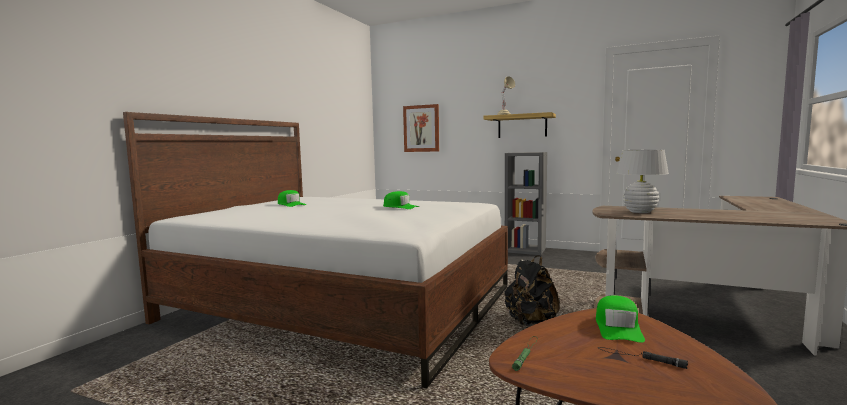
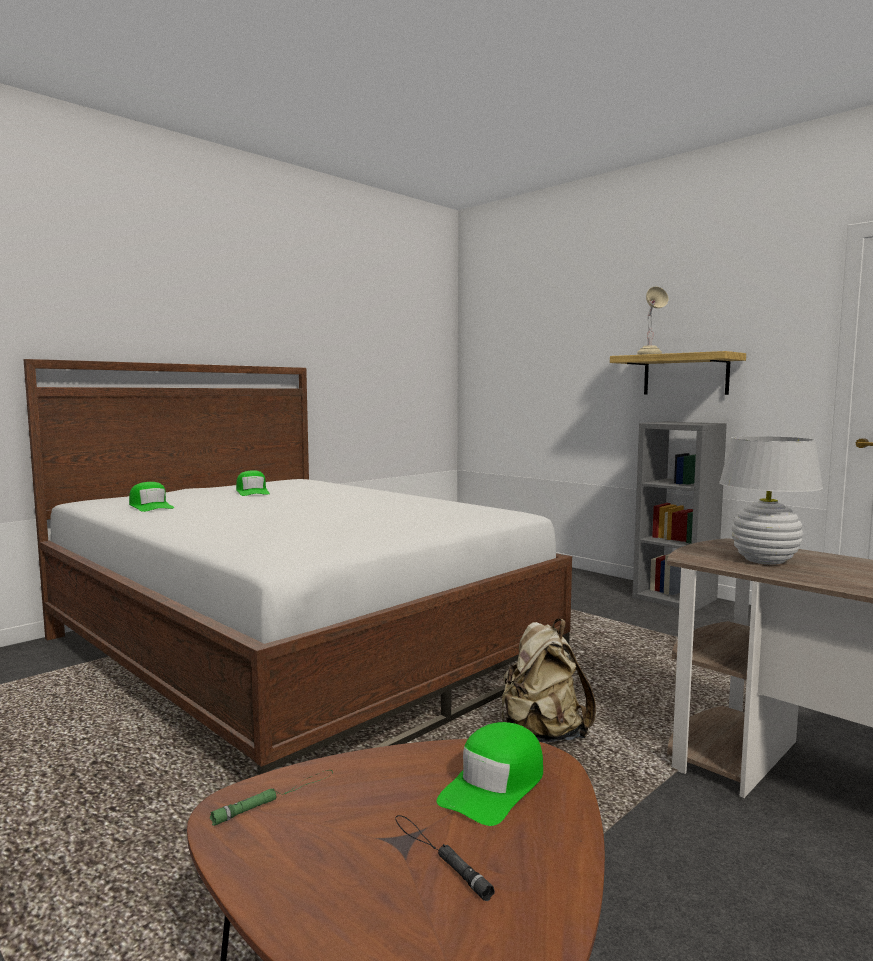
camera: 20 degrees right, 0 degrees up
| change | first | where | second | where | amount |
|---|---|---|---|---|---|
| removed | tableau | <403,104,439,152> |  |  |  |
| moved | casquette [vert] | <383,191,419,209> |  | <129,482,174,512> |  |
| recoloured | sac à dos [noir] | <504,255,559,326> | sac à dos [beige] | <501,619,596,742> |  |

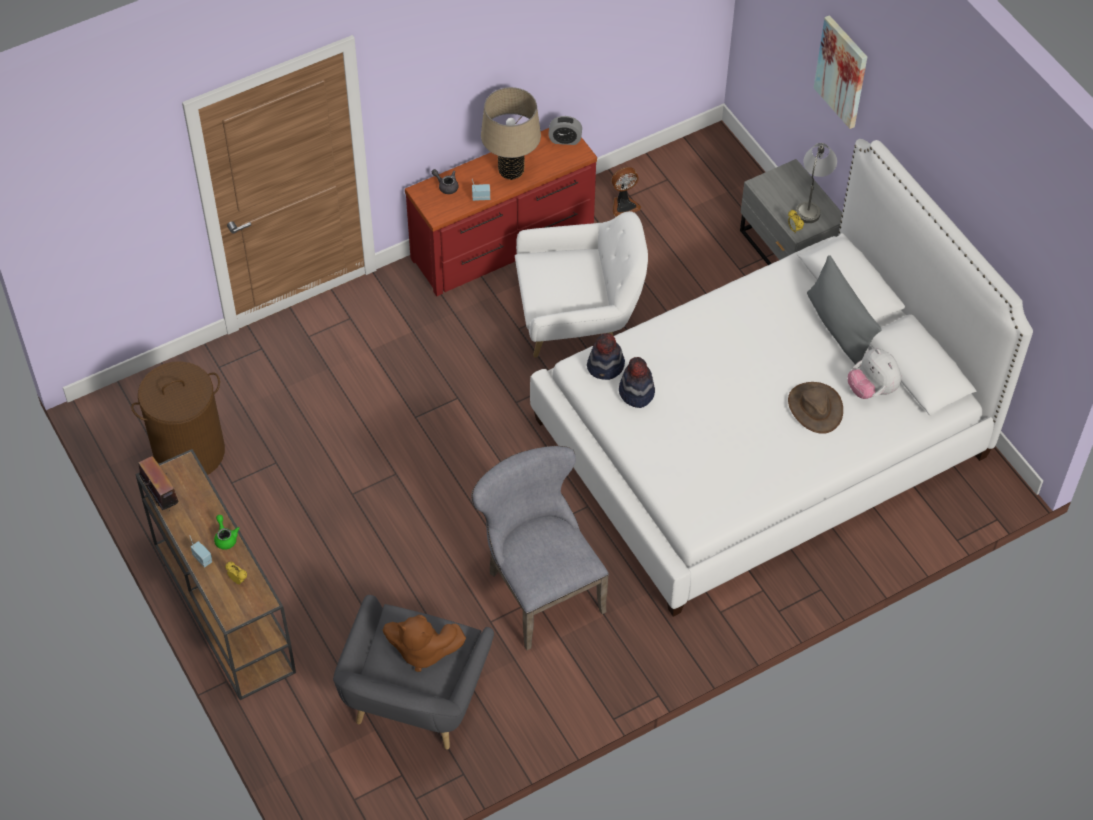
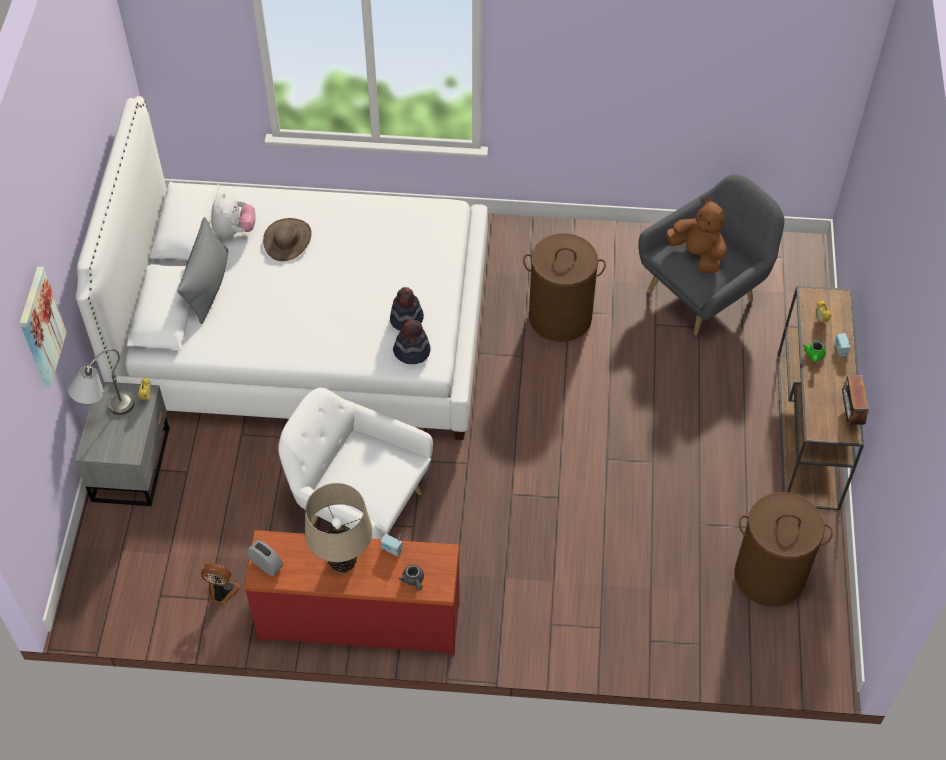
camera: 145 degrees left, 0 degrees up
| change | first | where | second | where | amount |
|---|---|---|---|---|---|
| replaced | chaise [gris] | <471,446,609,650> | panier à linge [marron] | <523,233,606,342> |  |

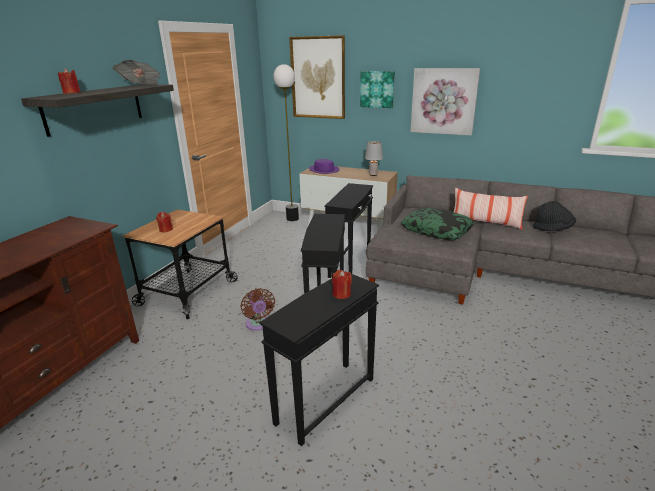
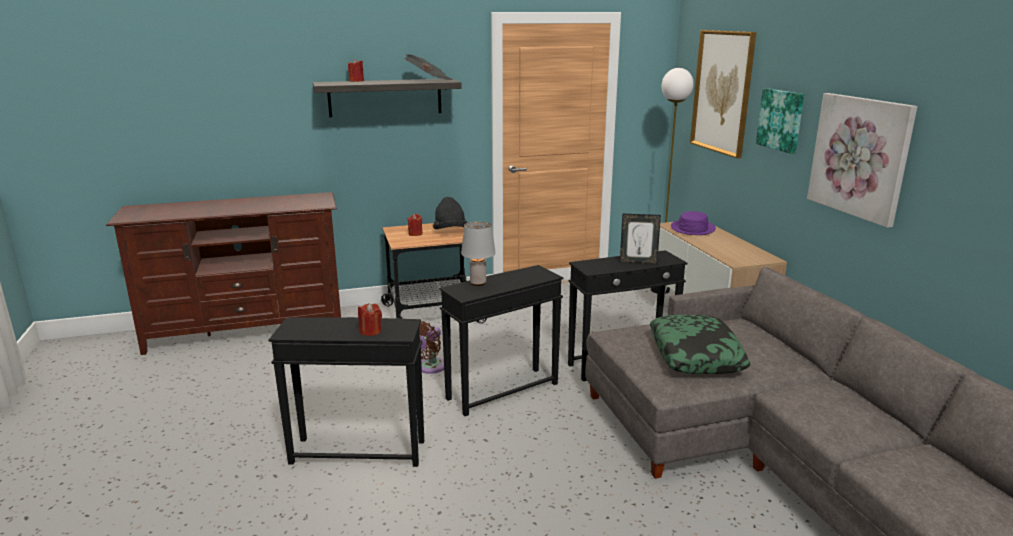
camera: 50 degrees right, 5 degrees down
| change | first | where | second | where | amount |
|---|---|---|---|---|---|
| removed | coussin | <454,188,528,230> |  |  |  |
| added |  |  | cadre photo | <620,214,661,265> |  |
| moved | lampe de table [gris] | <365,141,383,176> |  | <461,221,496,286> |  |
| moved | chapeau [noir] | <533,201,576,231> |  | <433,197,468,229> |  |

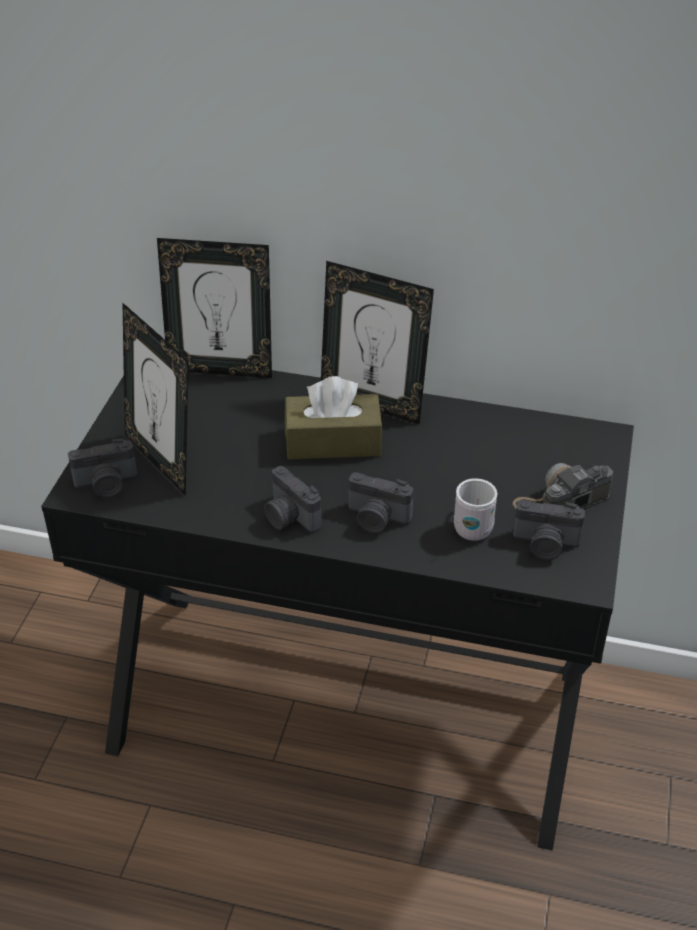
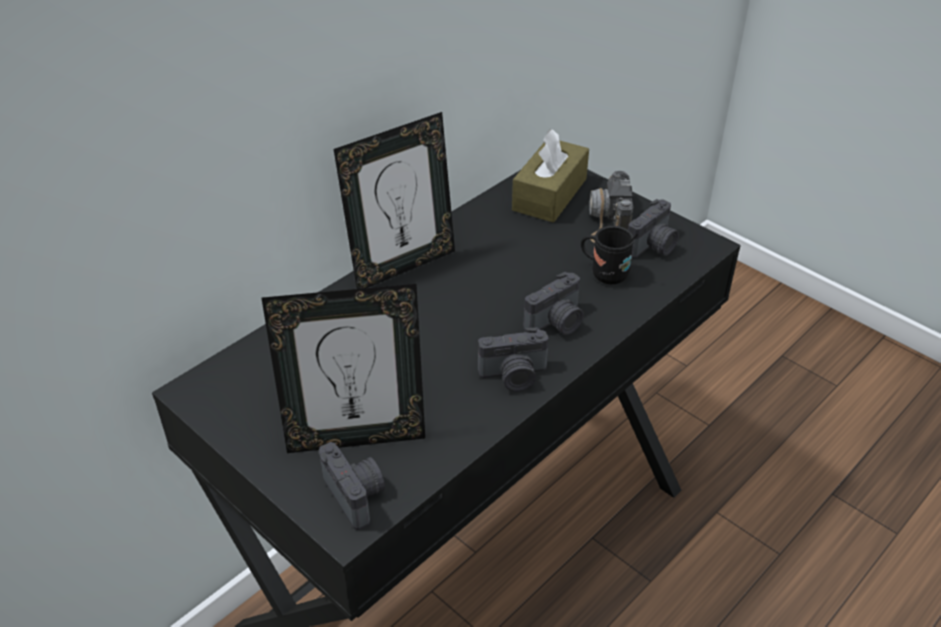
camera: 60 degrees left, 0 degrees up
| change | first | where | second | where | amount |
|---|---|---|---|---|---|
| removed | cadre photo | <157,238,272,378> |  |  |  |
| moved | boîte à mouchoirs [marron] | <285,376,383,459> |  | <512,129,589,223> |  |
| recoloured | mug [blanc] | <454,478,497,541> | mug [noir] | <581,226,638,284> |  |
| turned | appareil photo | <68,438,137,498> |  | <319,442,385,530> | 45 degrees counterclockwise |

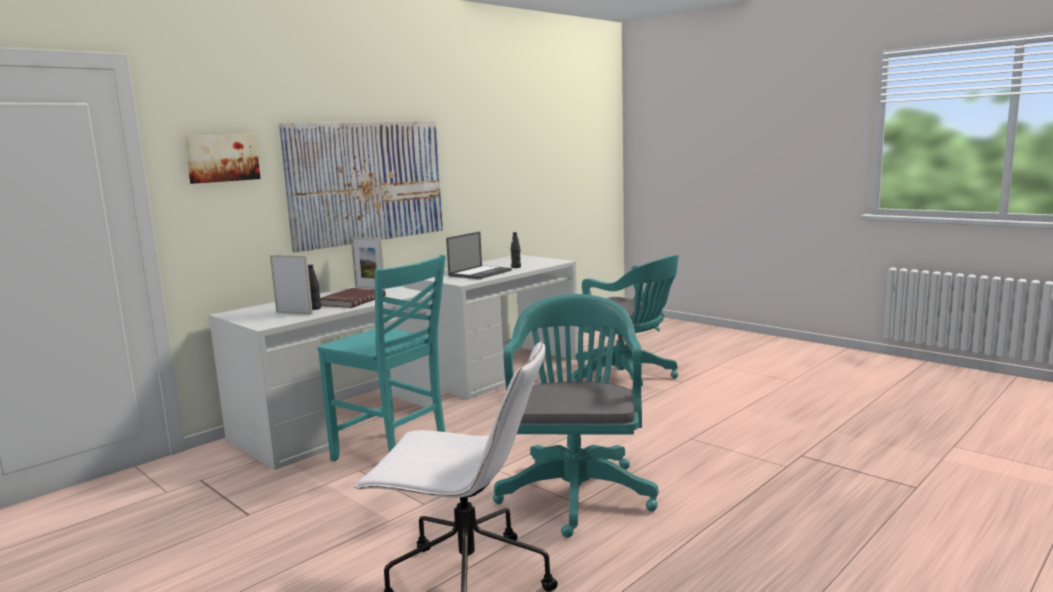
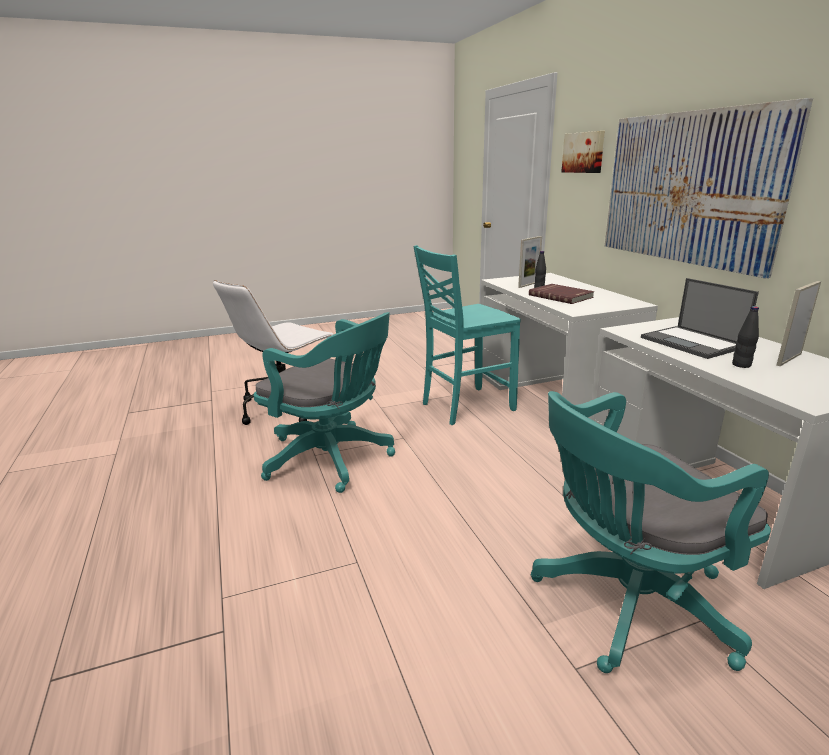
camera: 115 degrees right, 10 degrees up
| change | first | where | second | where | amount |
|---|---|---|---|---|---|
| moved | cadre photo | <351,237,384,289> |  | <776,281,821,366> |  |

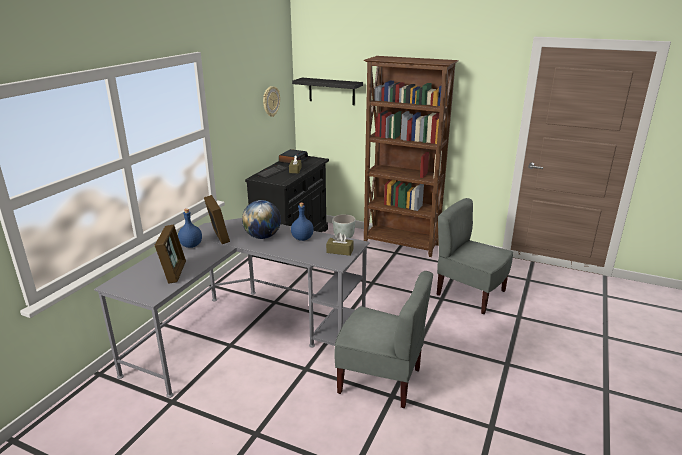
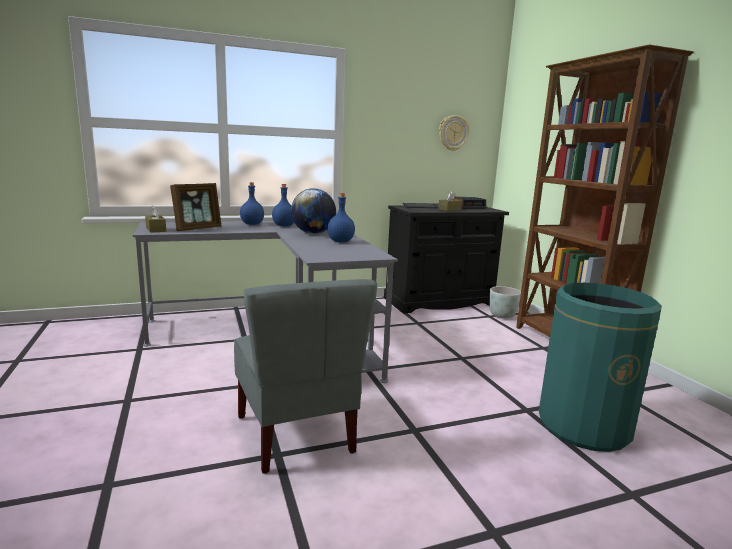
camera: 45 degrees right, 10 degrees down
| change | first | where | second | where | amount |
|---|---|---|---|---|---|
| removed | étagère [noir] | <292,78,363,105> |  |  |  |
| moved | boîte à mouchoirs [marron] | <326,233,353,256> |  | <145,206,166,233> |  |
| replaced | cadre photo | <204,195,230,244> | bouteille [bleu] | <272,184,294,227> |  |
| replaced | chaise [gris] | <436,198,513,314> | poubelle [vert] | <539,283,662,452> |  |

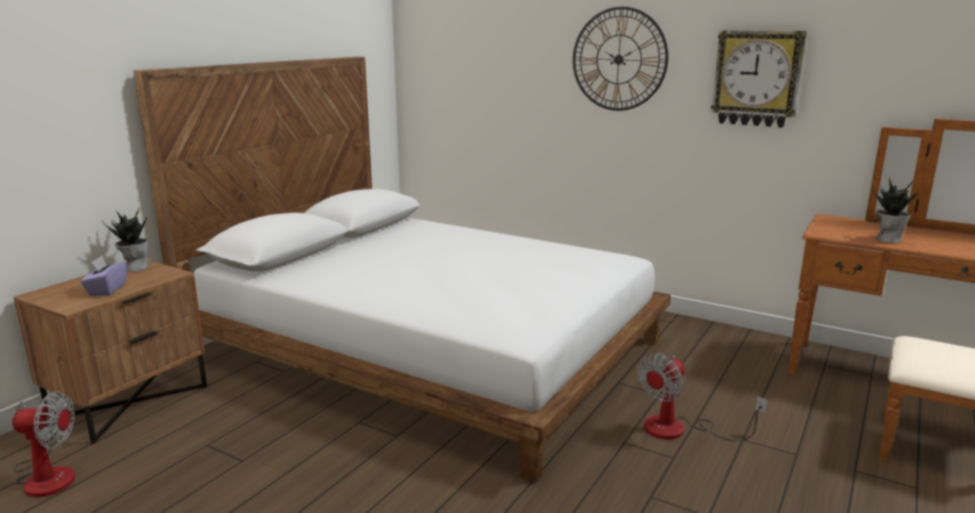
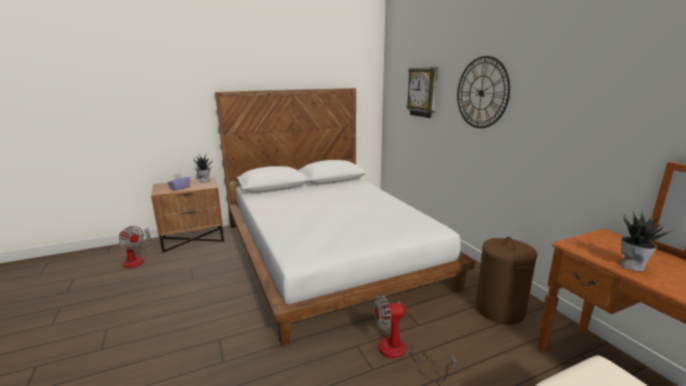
camera: 35 degrees right, 0 degrees up
| change | first | where | second | where | amount |
|---|---|---|---|---|---|
| added |  |  | panier à linge [marron] | <475,237,537,325> |  |
| moved | horloge murale | <711,30,807,128> |  | <406,68,438,118> |  |

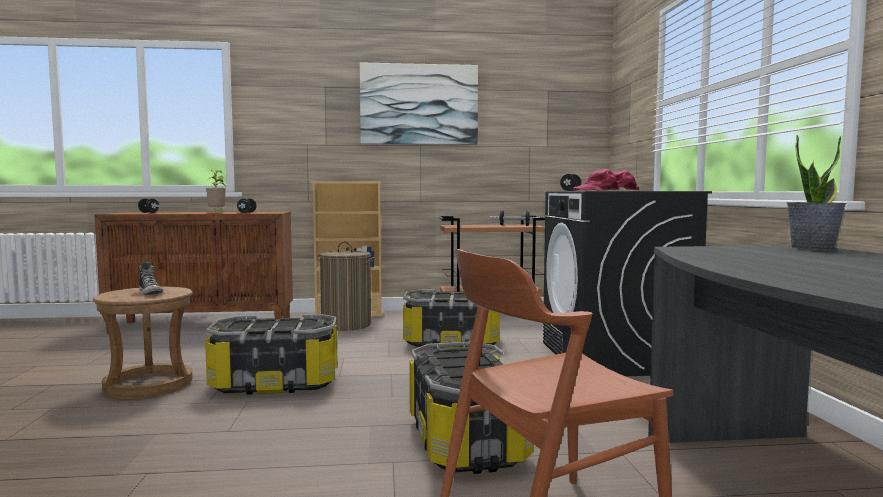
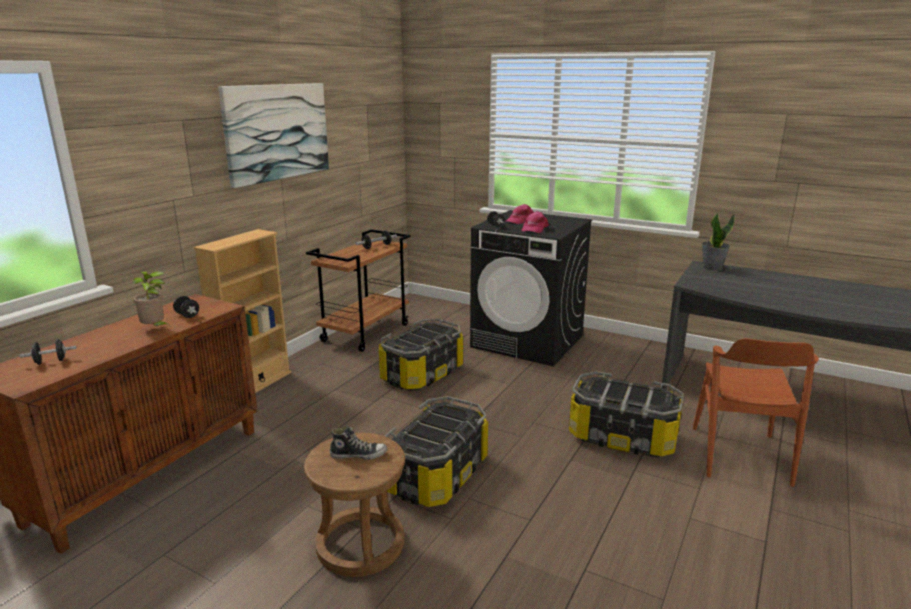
camera: 55 degrees left, 15 degrees up
| change | first | where | second | where | amount |
|---|---|---|---|---|---|
| removed | panier à linge | <317,242,375,331> |  |  |  |

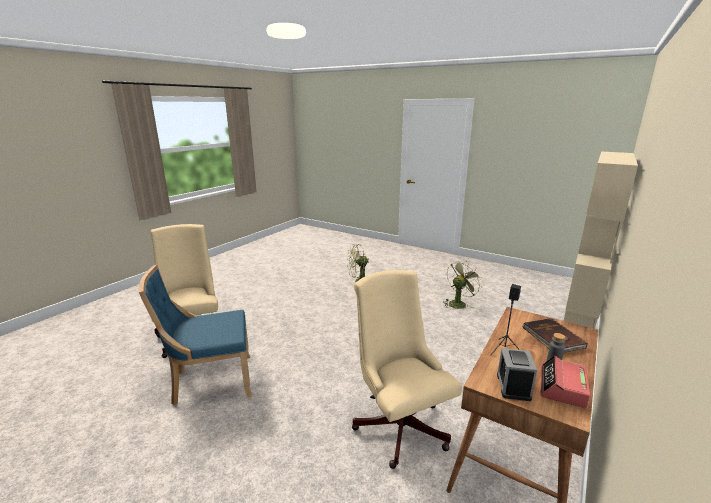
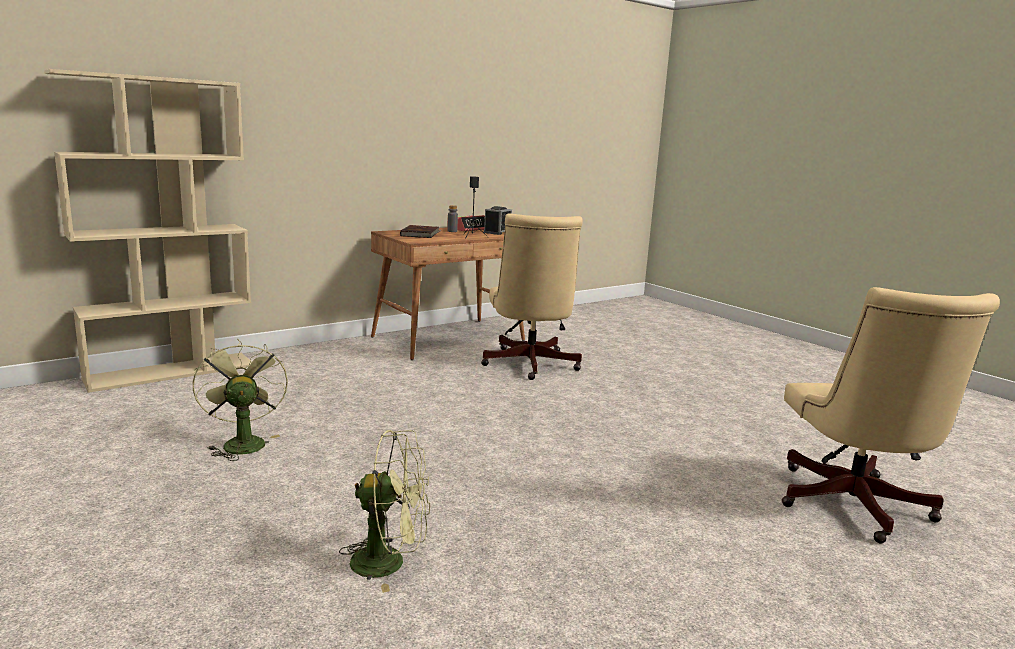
camera: 160 degrees left, 5 degrees down
| change | first | where | second | where | amount |
|---|---|---|---|---|---|
| removed | chaise [bleu] | <139,265,252,406> |  |  |  |
| turned | ventilateur [vert] | <443,261,482,309> |  | <193,339,288,461> | 90 degrees clockwise |

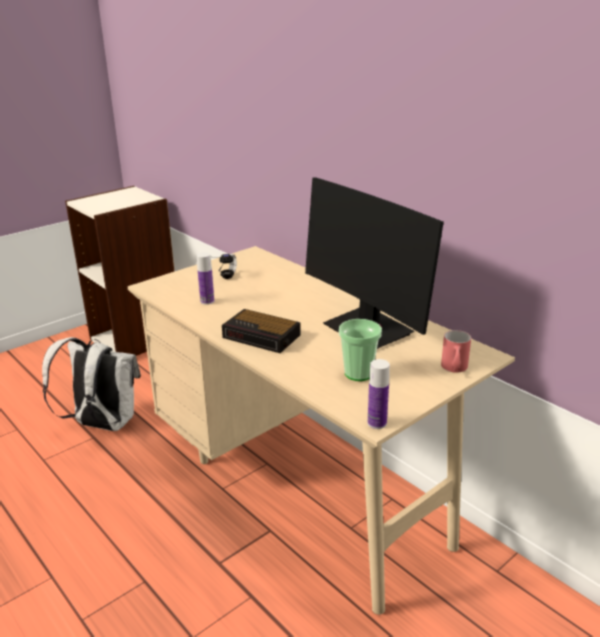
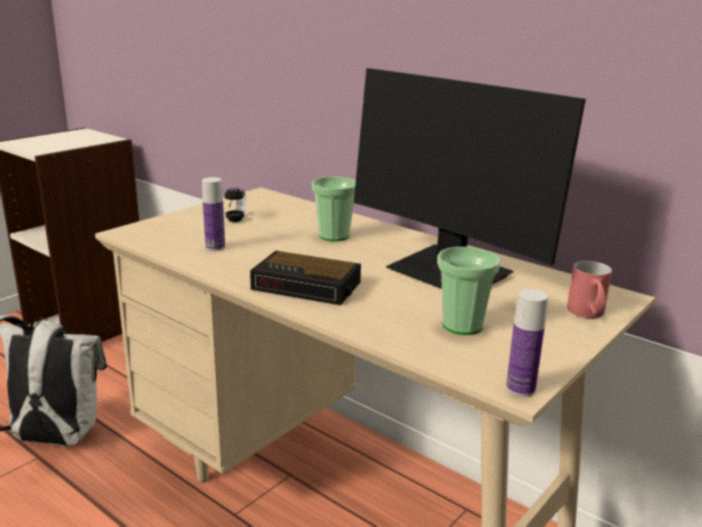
camera: 10 degrees left, 5 degrees down
| change | first | where | second | where | amount |
|---|---|---|---|---|---|
| added |  |  | tasse | <312,177,356,241> |  |

